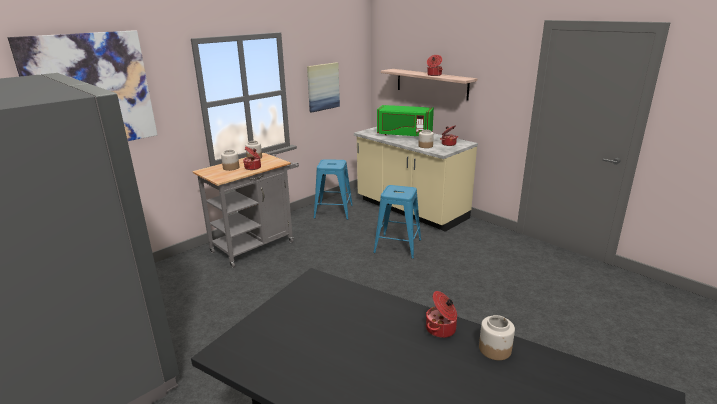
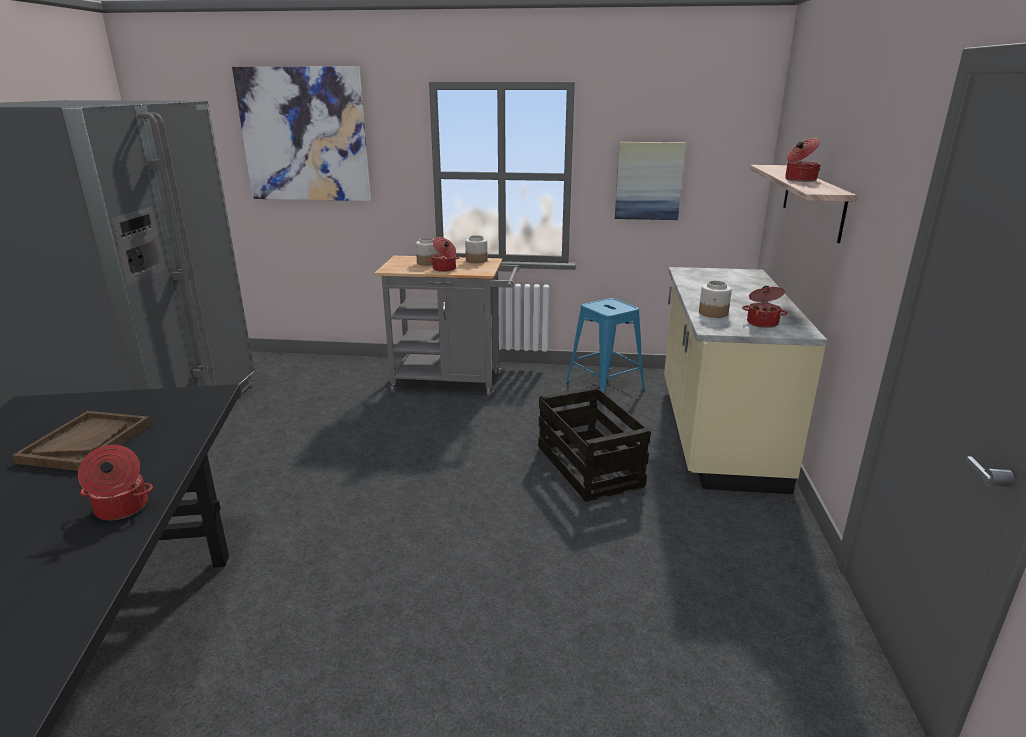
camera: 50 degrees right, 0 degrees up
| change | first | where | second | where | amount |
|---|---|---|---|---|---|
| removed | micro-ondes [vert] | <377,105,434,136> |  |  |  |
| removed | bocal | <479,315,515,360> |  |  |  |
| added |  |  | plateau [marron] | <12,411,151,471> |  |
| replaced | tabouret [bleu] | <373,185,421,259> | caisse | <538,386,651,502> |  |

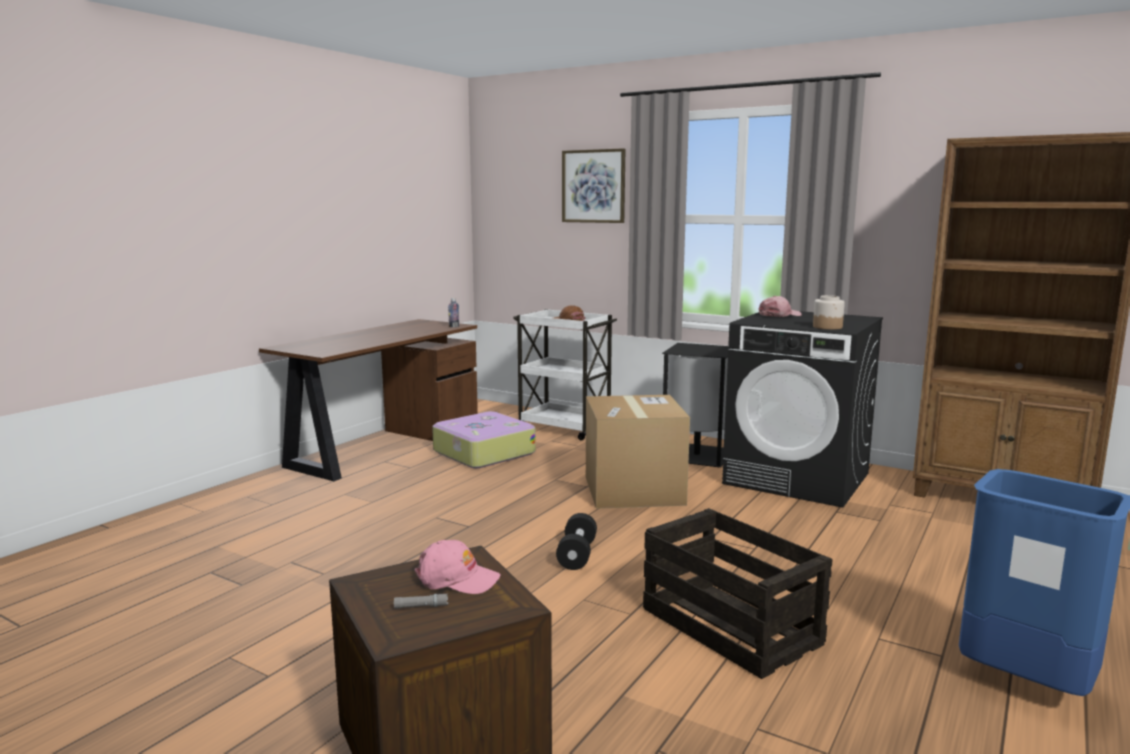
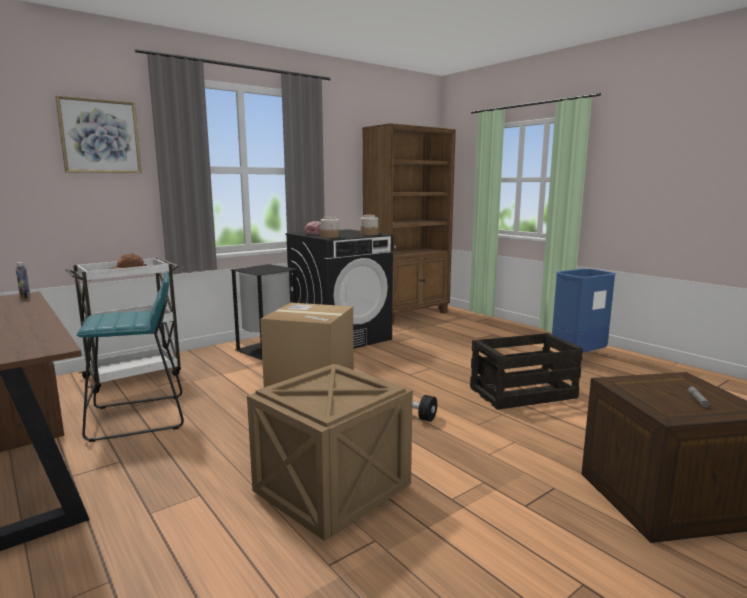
camera: 70 degrees left, 0 degrees up
| change | first | where | second | where | amount |
|---|---|---|---|---|---|
| removed | casquette [rose] | <414,540,501,594> |  |  |  |
| added |  |  | caisse | <247,364,413,541> |  |
| added |  |  | bocal | <320,216,339,238> |  |
| replaced | valise | <432,411,536,468> | tabouret [turquoise] | <77,271,184,442> |  |

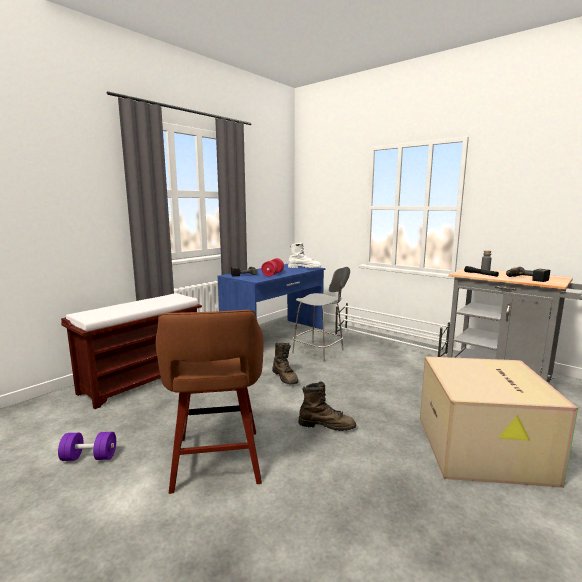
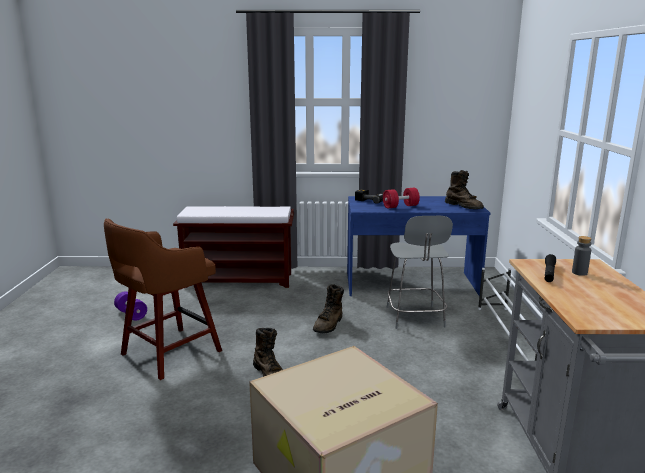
camera: 50 degrees right, 5 degrees up
| change | first | where | second | where | amount |
|---|---|---|---|---|---|
| removed | perceuse | <506,267,550,282> |  |  |  |
| recoloured | botte [blanc] | <288,242,322,268> | botte [marron] | <445,170,484,209> |  |

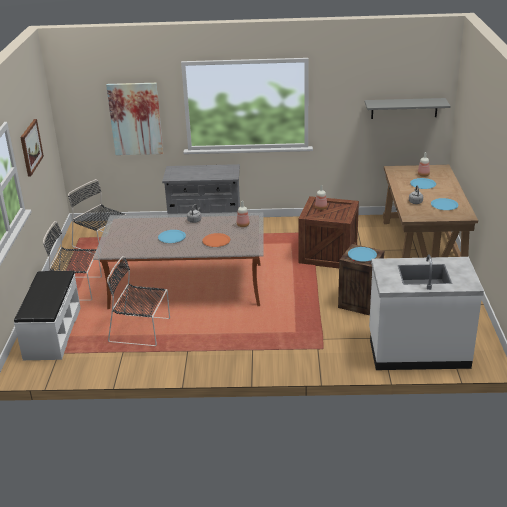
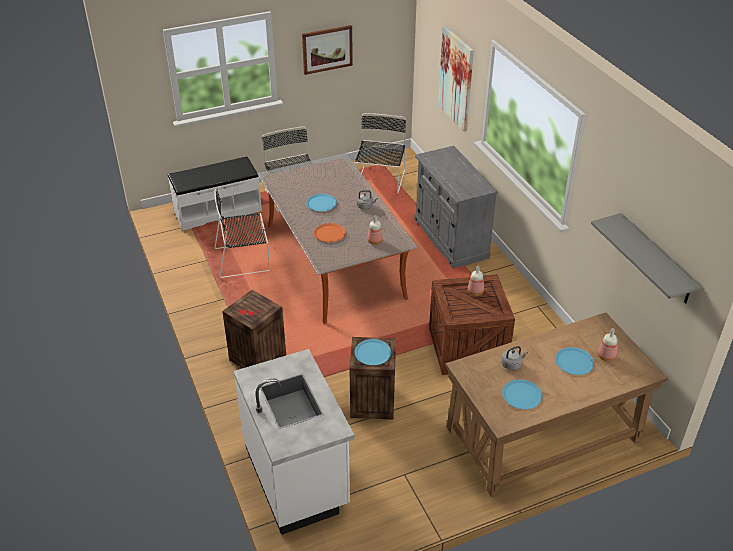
camera: 65 degrees right, 10 degrees up
| change | first | where | second | where | amount |
|---|---|---|---|---|---|
| added |  |  | caisse | <222,290,286,368> |  |
| turned | chaise [noir] | <107,256,170,346> |  | <214,189,270,278> | 90 degrees counterclockwise |

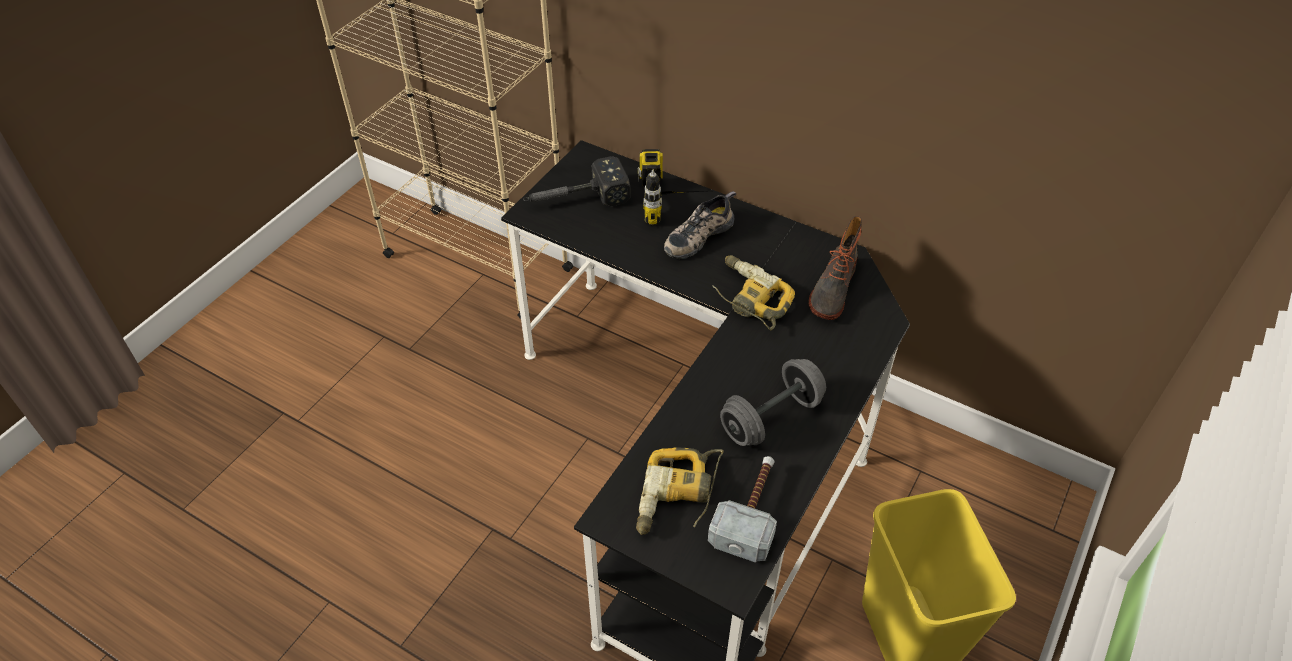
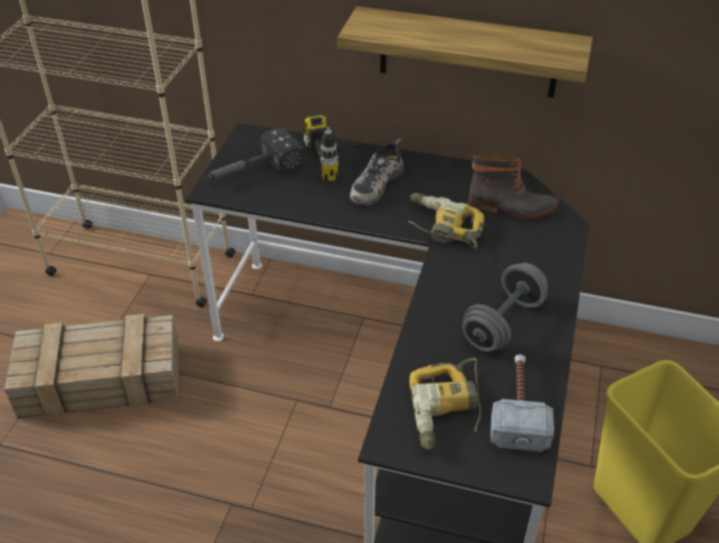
camera: 15 degrees left, 5 degrees down
| change | first | where | second | where | amount |
|---|---|---|---|---|---|
| added |  |  | caisse | <5,314,179,418> |  |
| added |  |  | étagère | <337,6,593,98> |  |
| turned | botte | <809,216,862,320> |  | <468,154,559,221> | 90 degrees counterclockwise |

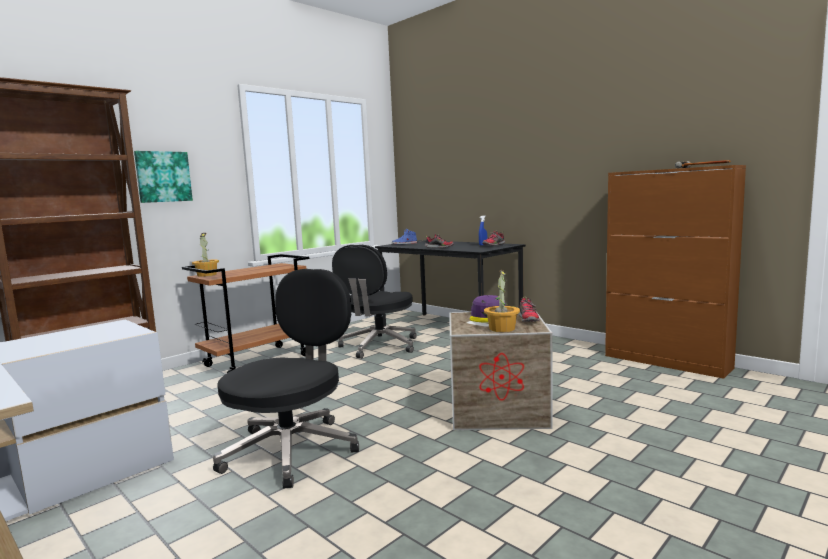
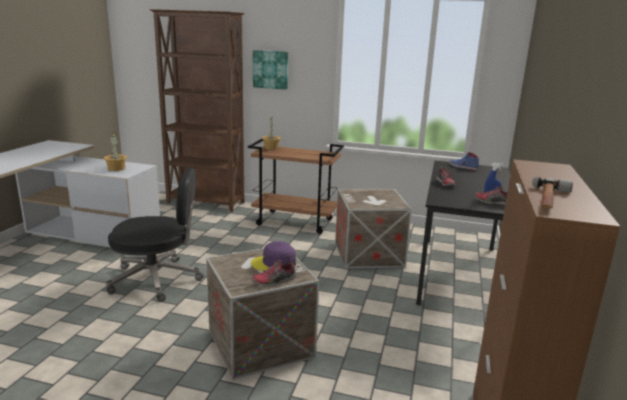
camera: 60 degrees right, 10 degrees up
| change | first | where | second | where | amount |
|---|---|---|---|---|---|
| moved | plante en pot | <484,270,520,332> |  | <104,133,127,171> |  |
| replaced | chaise de bureau [noir] | <332,245,417,359> | caisse | <335,189,412,269> |  |

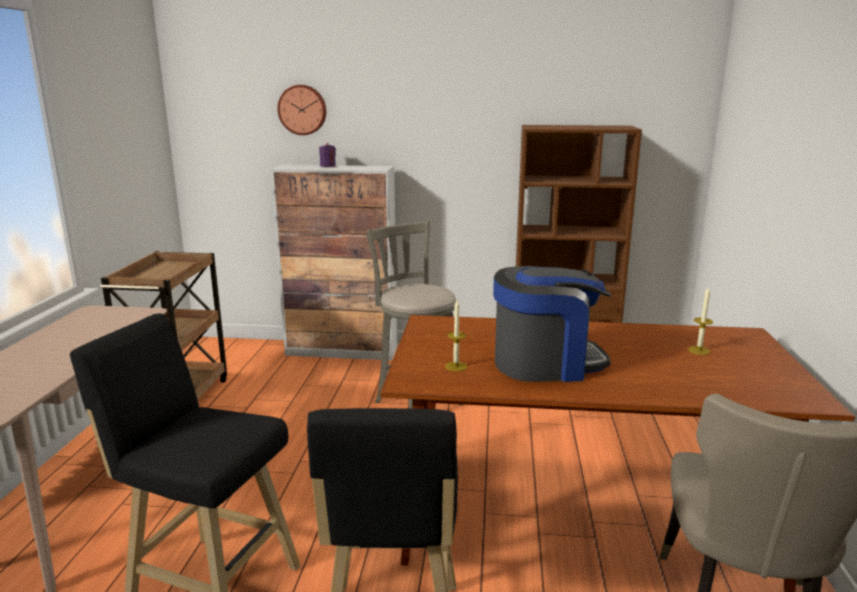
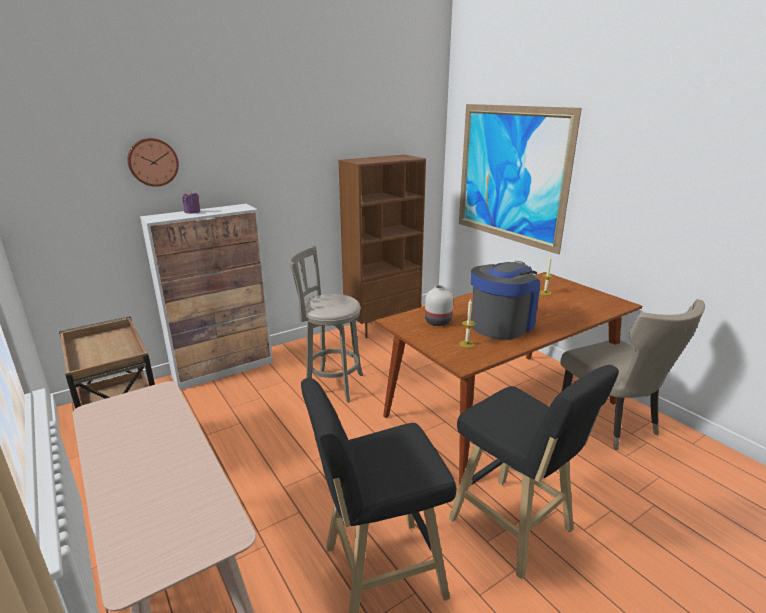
camera: 40 degrees left, 5 degrees up
| change | first | where | second | where | amount |
|---|---|---|---|---|---|
| added |  |  | vase [blanc] | <425,285,453,326> |  |
| added |  |  | tableau | <459,104,582,255> |  |

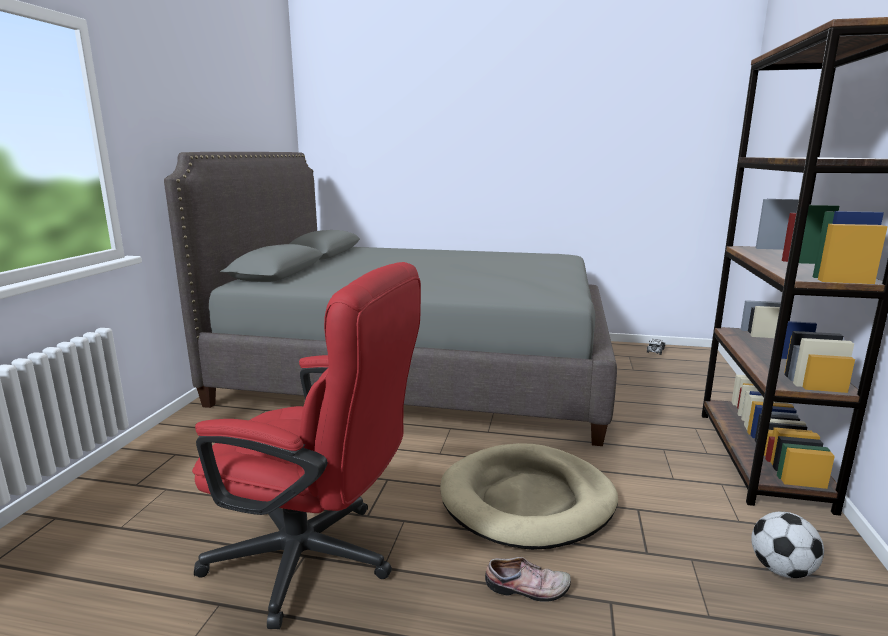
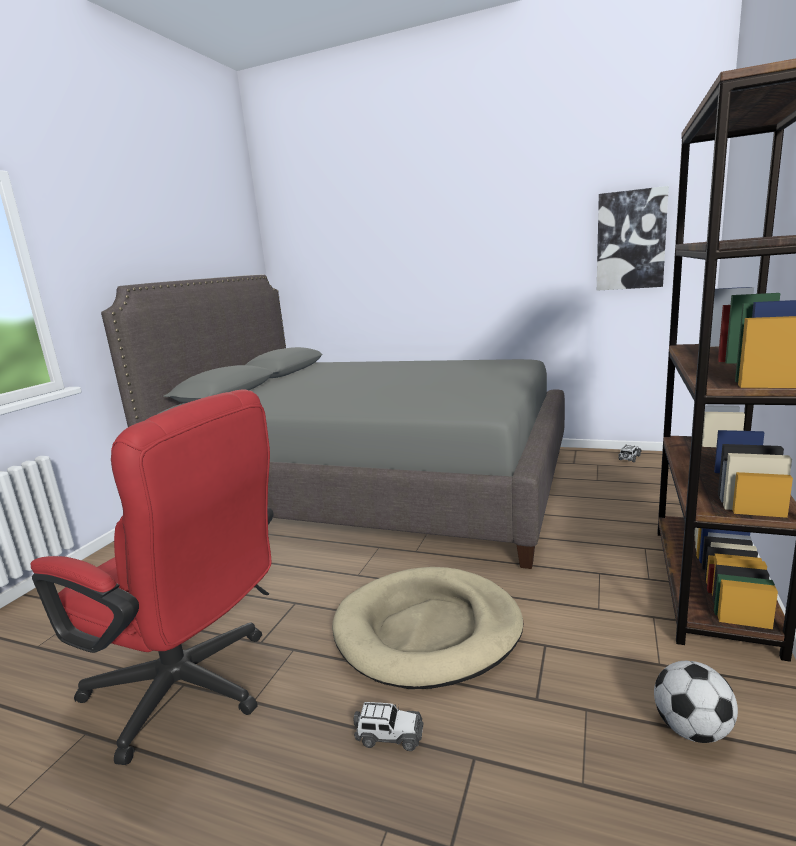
camera: 10 degrees right, 0 degrees up
| change | first | where | second | where | amount |
|---|---|---|---|---|---|
| added |  |  | tableau | <597,186,669,291> |  |
| replaced | chaussure | <485,557,571,602> | petite voiture | <354,702,424,751> |  |

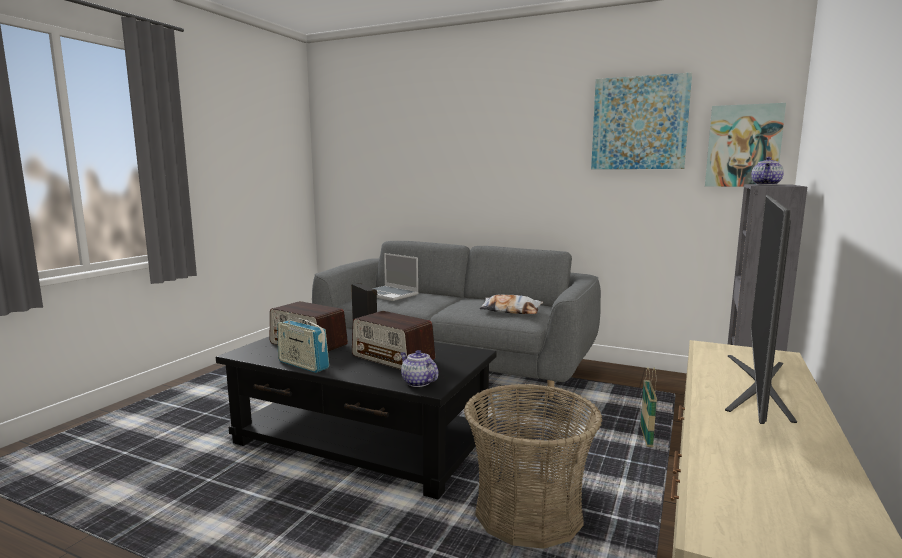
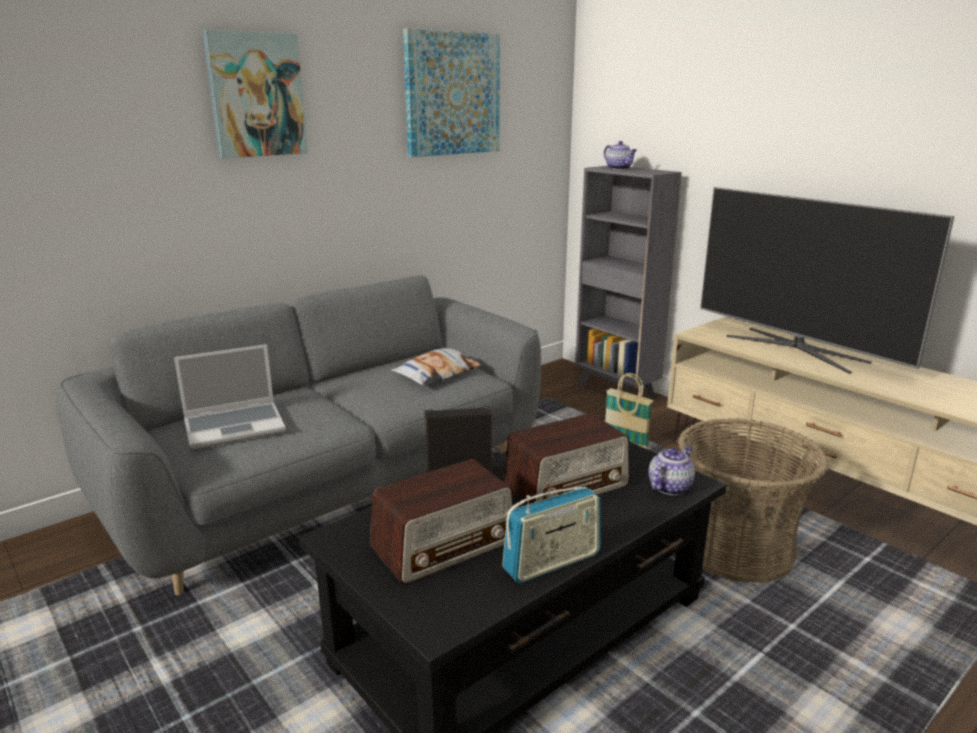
camera: 65 degrees left, 10 degrees up
| change | first | where | second | where | amount |
|---|---|---|---|---|---|
| moved | tableau | <705,103,786,187> |  | <202,29,308,158> |  |
| turned | théière | <400,350,439,387> |  | <648,446,695,495> | 150 degrees clockwise |

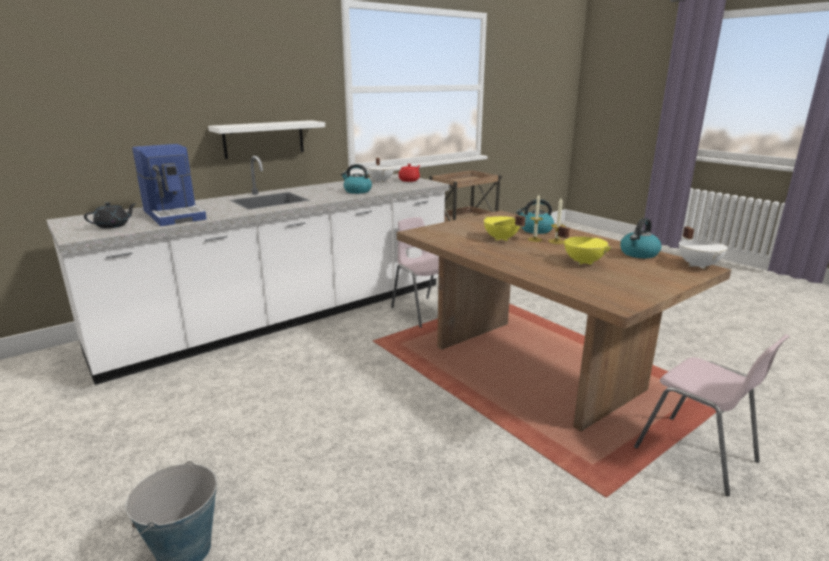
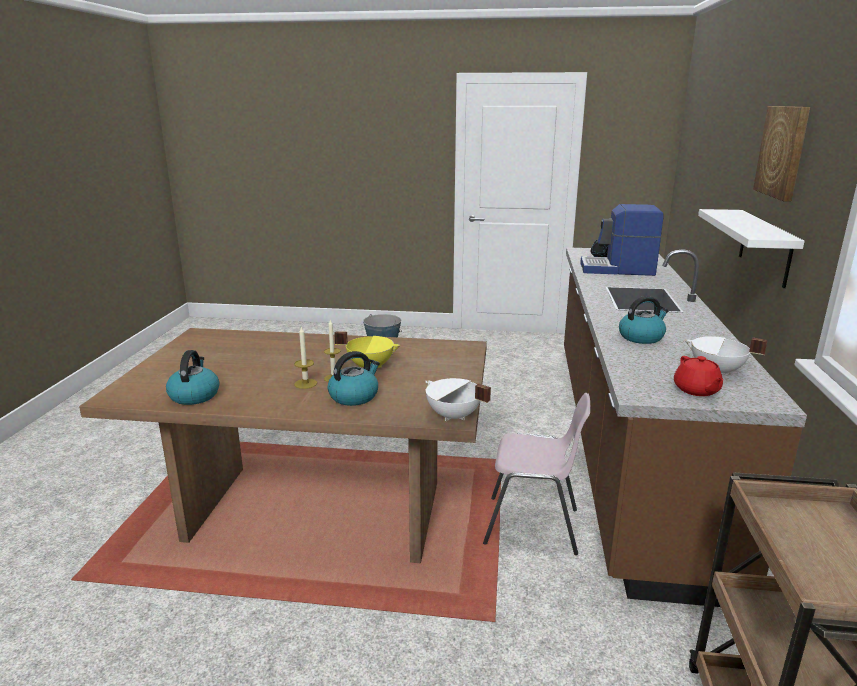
camera: 135 degrees right, 0 degrees up
| change | first | where | second | where | amount |
|---|---|---|---|---|---|
| removed | marmite [jaune] | <558,226,612,265> |  |  |  |
| removed | chaise [rose] | <634,334,790,496> |  |  |  |
| added |  |  | tableau | <753,106,810,202> |  |
| moved | marmite [blanc] | <679,227,727,269> |  | <425,378,491,421> |  |
| recoloured | comptoir de cuisine [blanc] | <46,155,449,385> | comptoir de cuisine [marron] | <564,247,807,607> |  |

